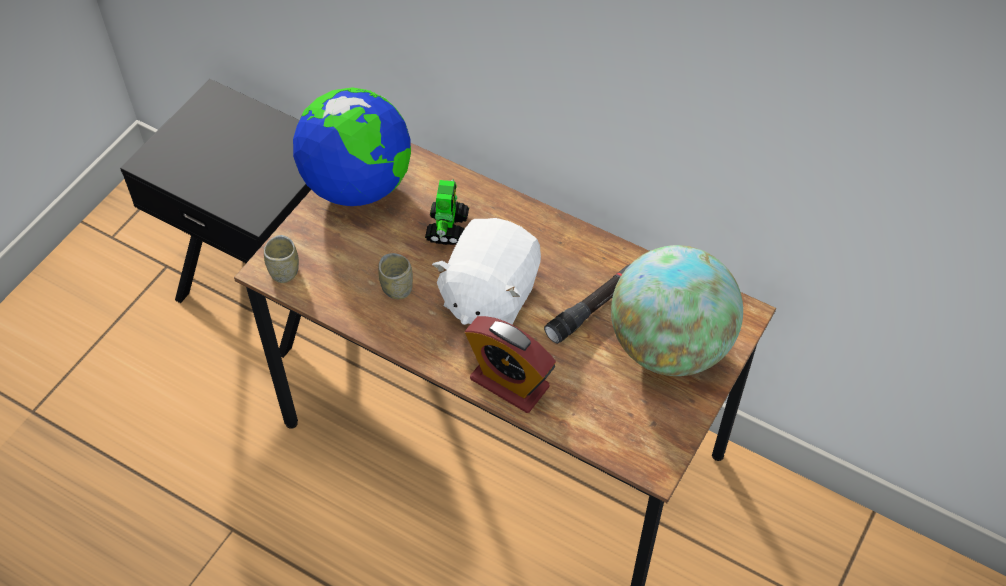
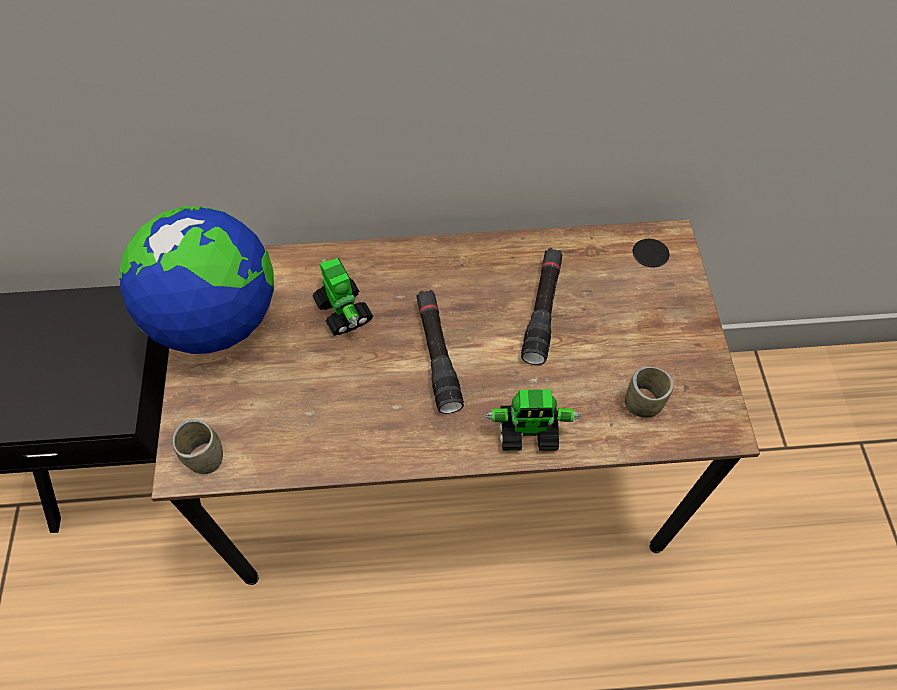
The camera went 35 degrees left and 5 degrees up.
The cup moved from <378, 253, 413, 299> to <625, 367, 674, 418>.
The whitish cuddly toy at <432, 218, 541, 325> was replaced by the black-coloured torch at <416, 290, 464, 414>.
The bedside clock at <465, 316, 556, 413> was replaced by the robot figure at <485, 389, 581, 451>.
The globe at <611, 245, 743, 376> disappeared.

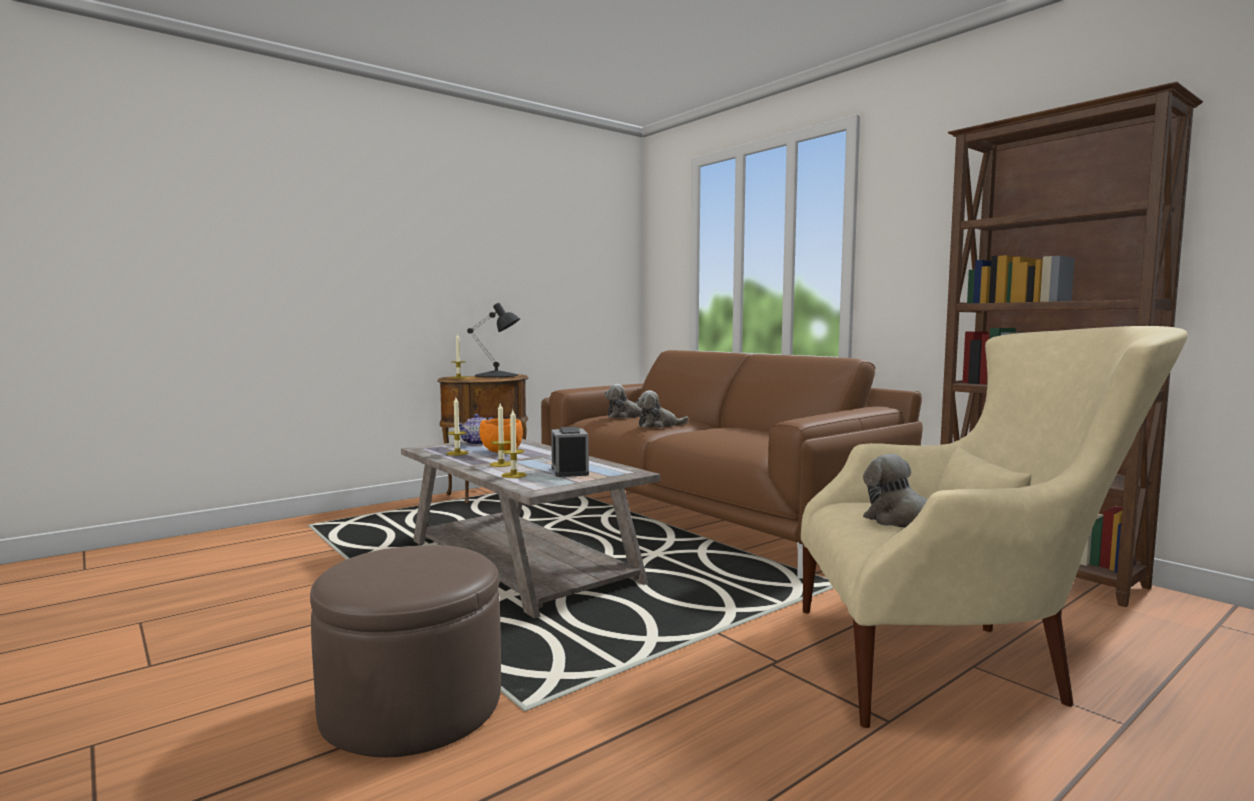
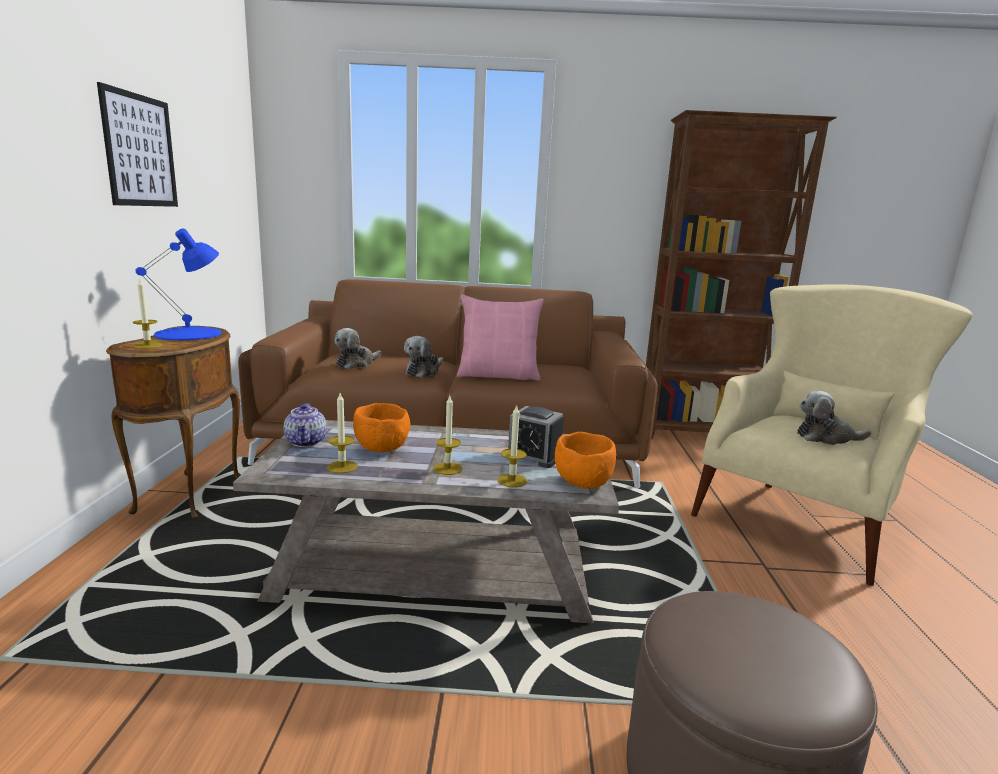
The camera went 50 degrees left and 10 degrees up.
The black-coloured table lamp at <467, 303, 520, 378> became the bluish table lamp at <135, 228, 222, 341>.
The wall picture at <97, 82, 178, 207> appeared.
The pink-coloured cushion at <457, 295, 544, 381> appeared.
The orange-coloured bowl at <555, 432, 616, 489> appeared.

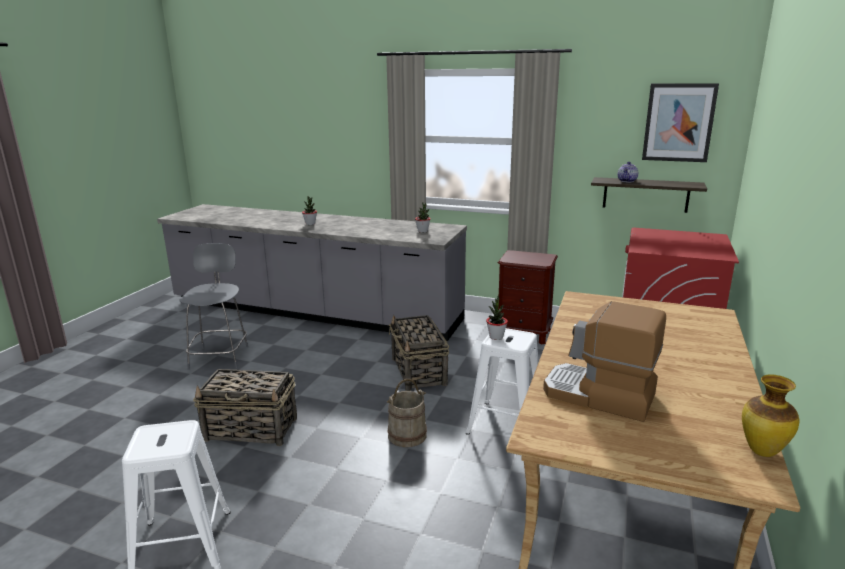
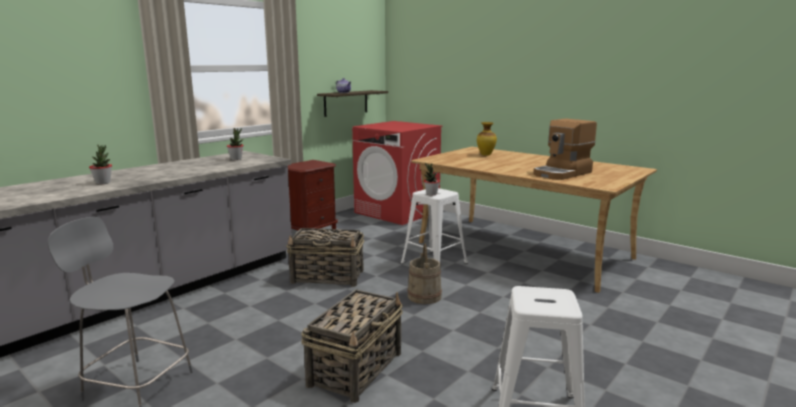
The camera went 70 degrees left and 5 degrees down.
The wall picture at <642, 83, 719, 162> disappeared.
The decorative vase moved from <742, 374, 800, 457> to <477, 122, 497, 156>.

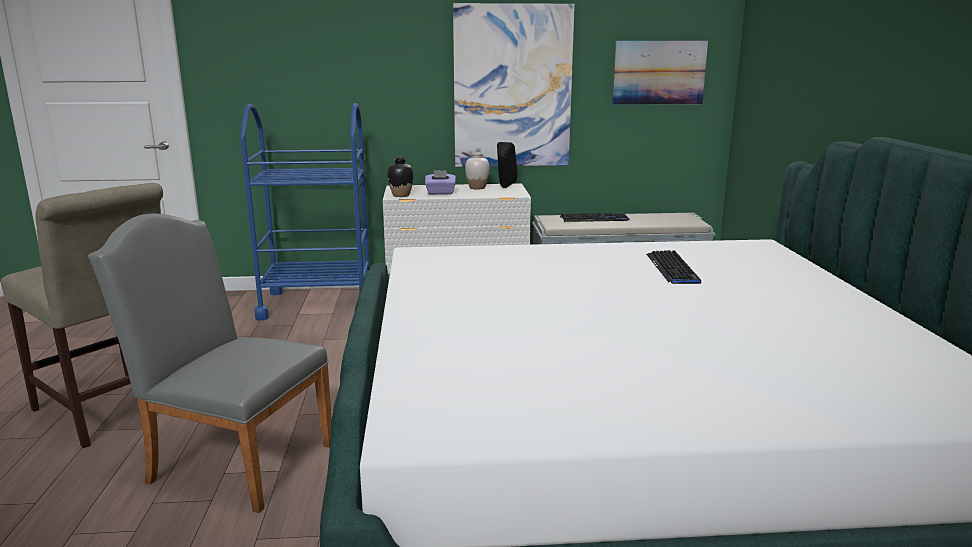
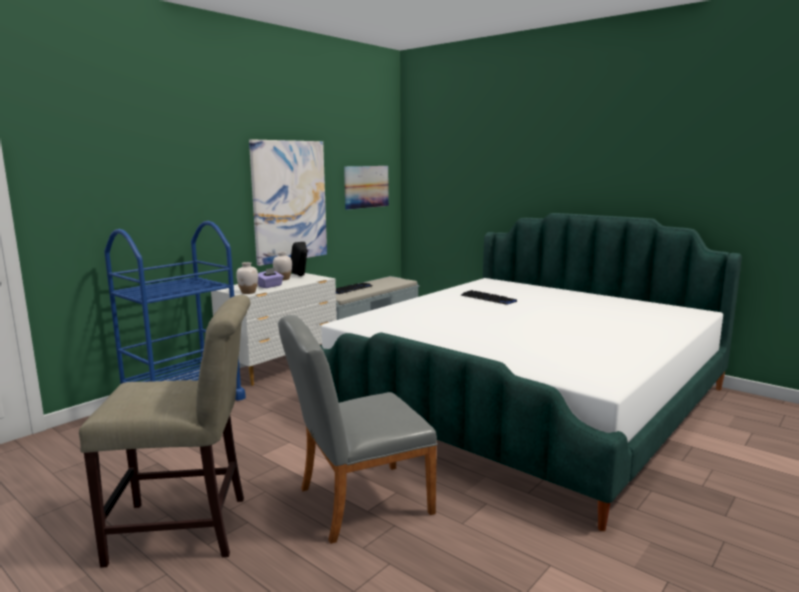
The camera went 45 degrees left and 5 degrees down.
The black-coloured decorative vase at <388, 158, 413, 197> became the whitish decorative vase at <236, 262, 258, 294>.

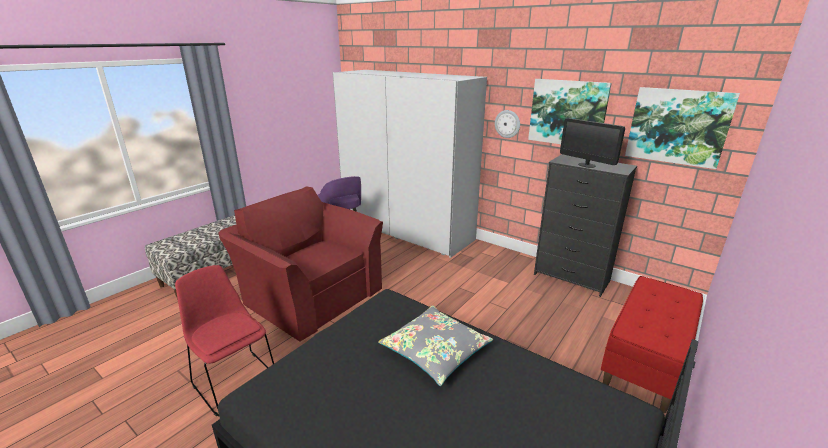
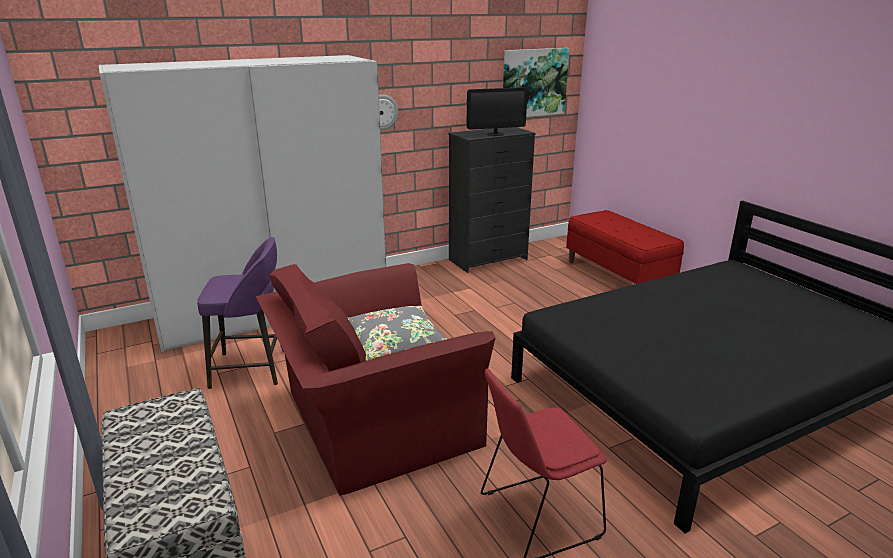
The camera went 65 degrees left and 0 degrees up.
The grey cushion moved from <378, 305, 493, 386> to <347, 306, 446, 361>.
The wall picture at <528, 79, 612, 144> disappeared.

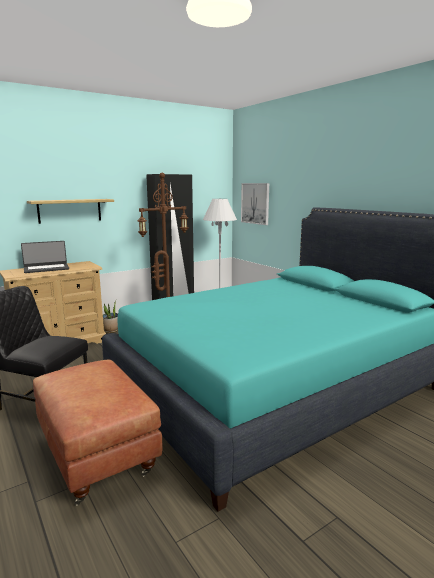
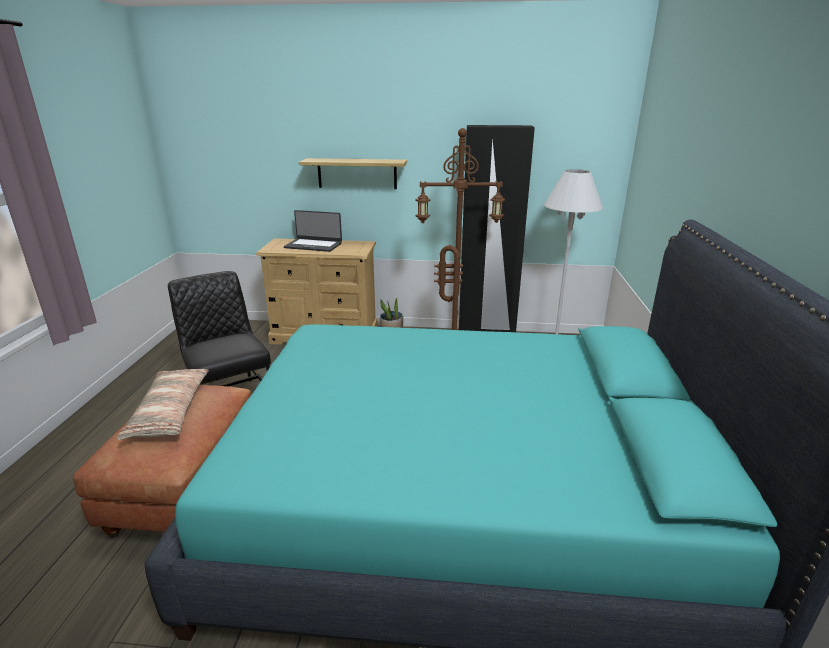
The camera went 40 degrees right and 10 degrees up.
The wall picture at <241, 183, 269, 225> disappeared.
The cushion at <117, 369, 209, 440> appeared.

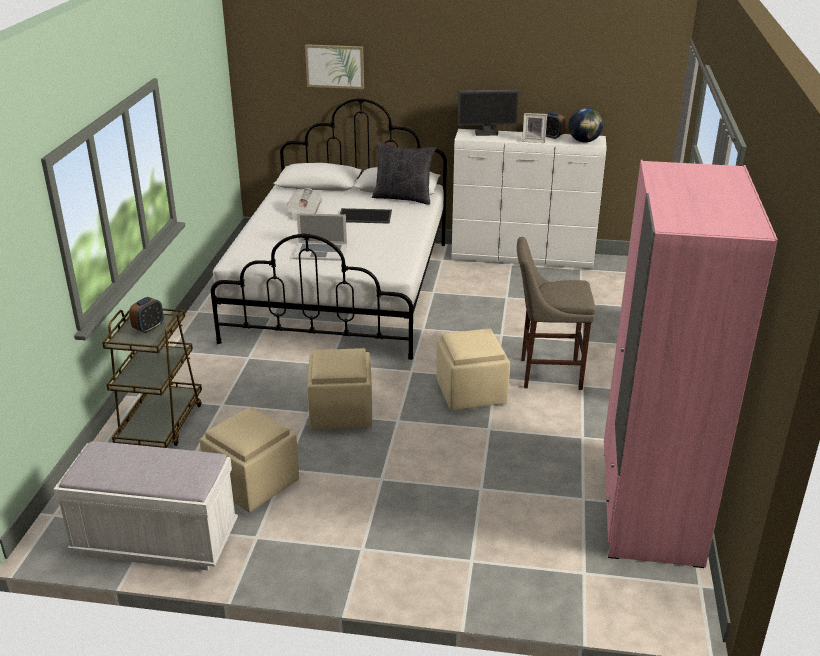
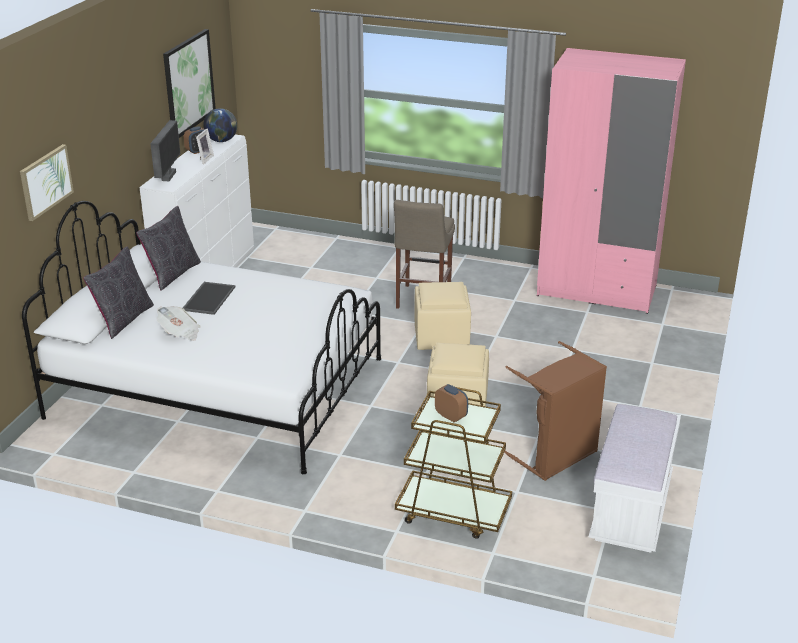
The camera went 80 degrees left and 0 degrees up.
The beige footrest at <200, 406, 299, 512> was replaced by the brown washing basket at <504, 341, 607, 481>.
The laptop at <293, 213, 347, 261> disappeared.
The black-coloured cushion at <83, 246, 154, 339> appeared.
The wall picture at <163, 29, 216, 138> appeared.

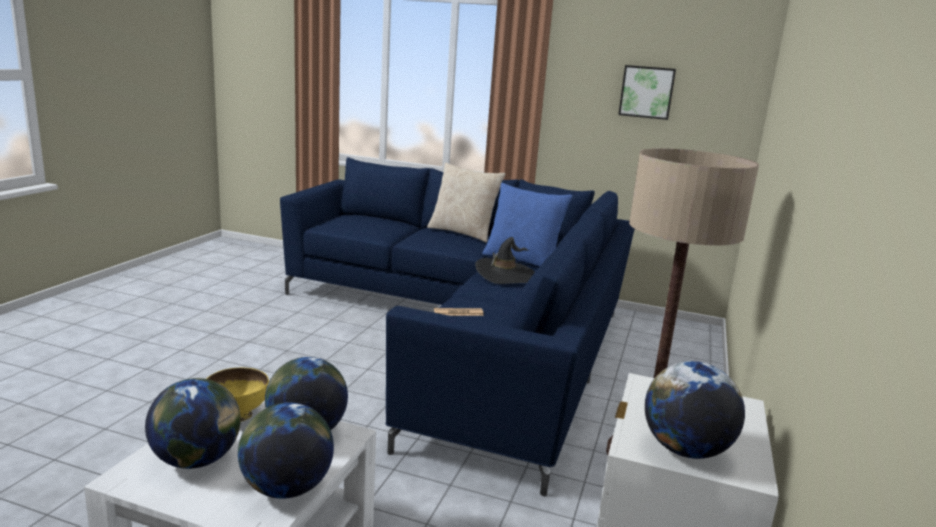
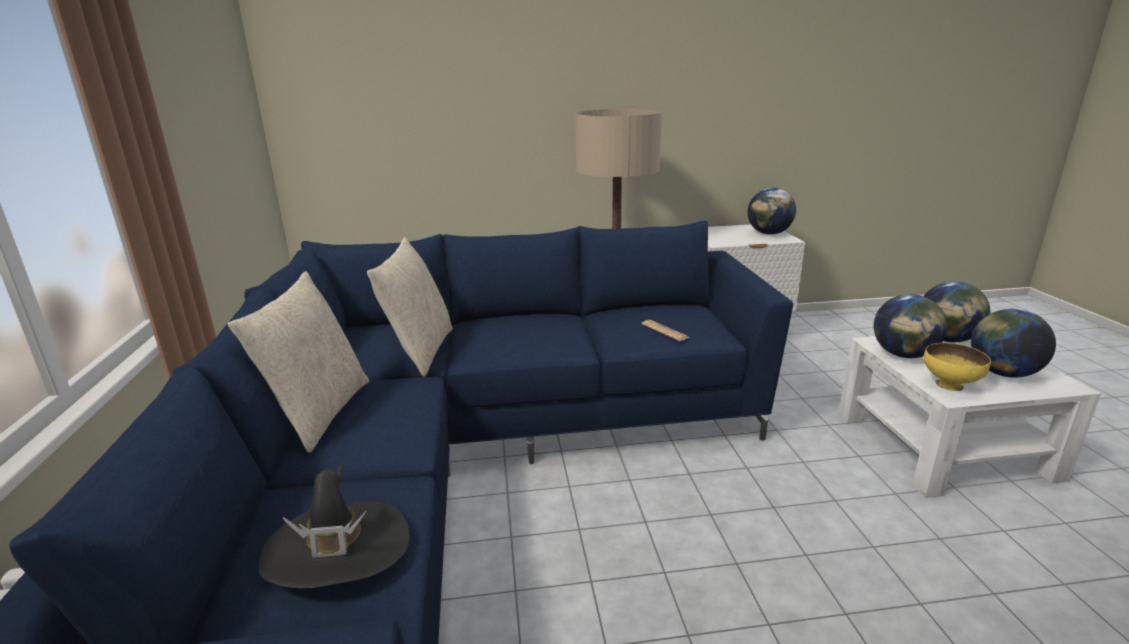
The camera went 115 degrees left and 5 degrees up.
The black-coloured hat moved from <475, 237, 535, 284> to <259, 464, 410, 588>.
The bluish cushion at <482, 183, 572, 267> became the beige cushion at <367, 237, 453, 376>.
The wall picture at <618, 65, 676, 120> disappeared.

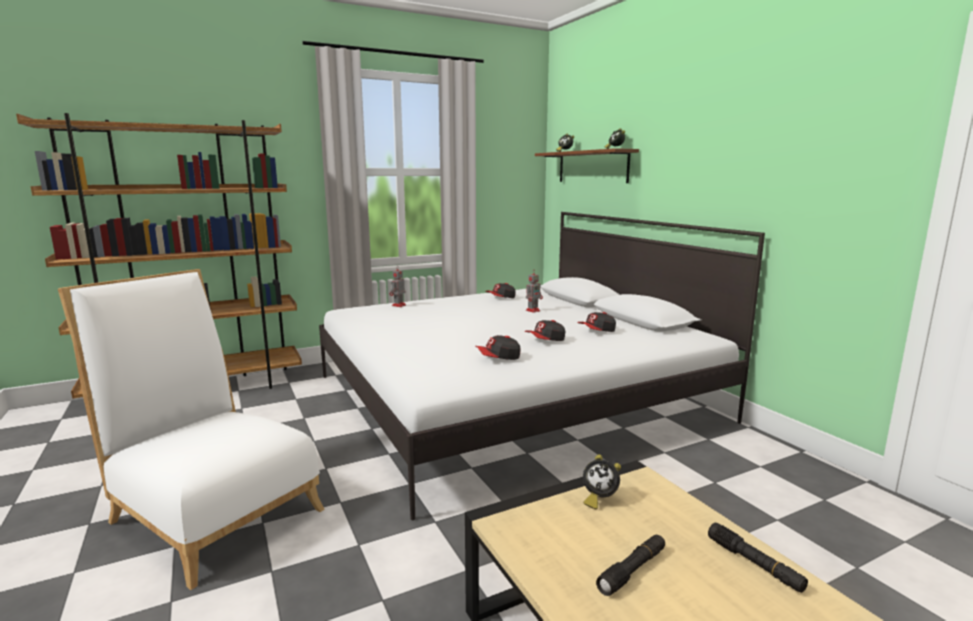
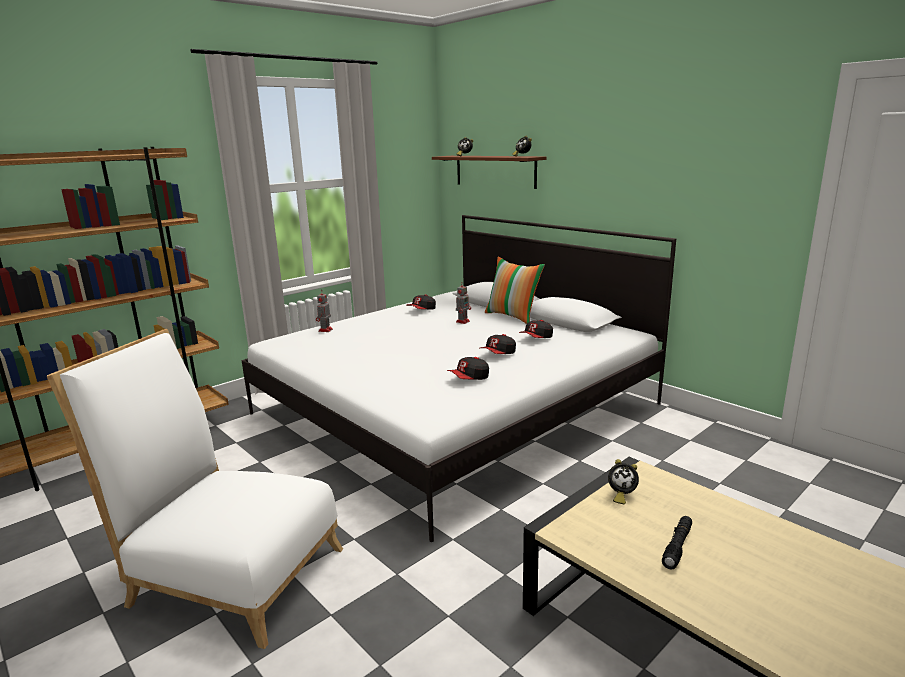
The camera went 15 degrees left and 5 degrees up.
The black-coloured torch at <708, 523, 808, 593> disappeared.
The cushion at <485, 256, 545, 324> appeared.

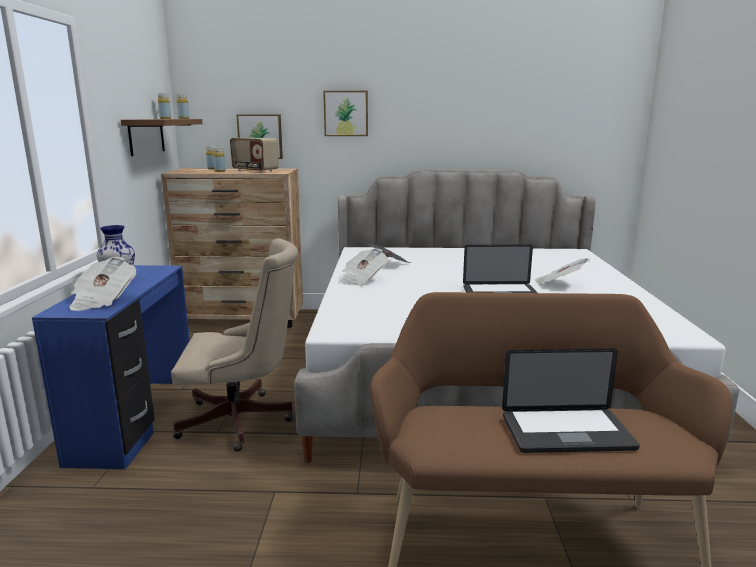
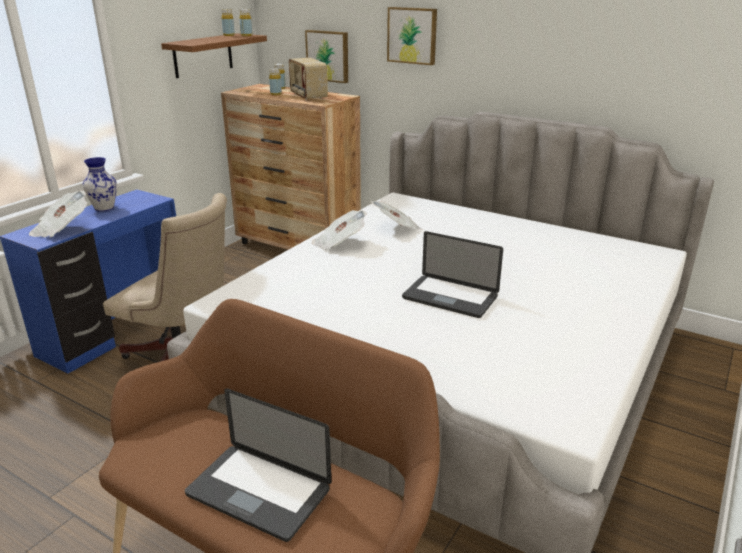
The camera went 30 degrees right and 10 degrees up.
The newspaper at <535, 258, 590, 285> disappeared.

